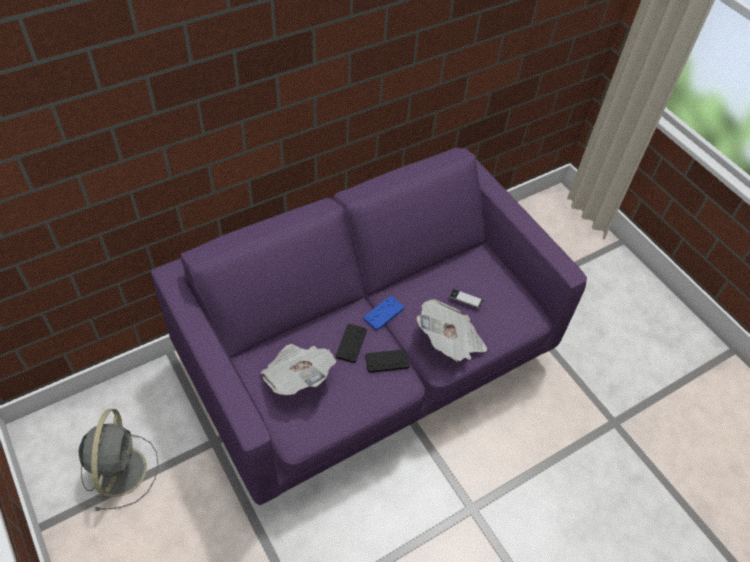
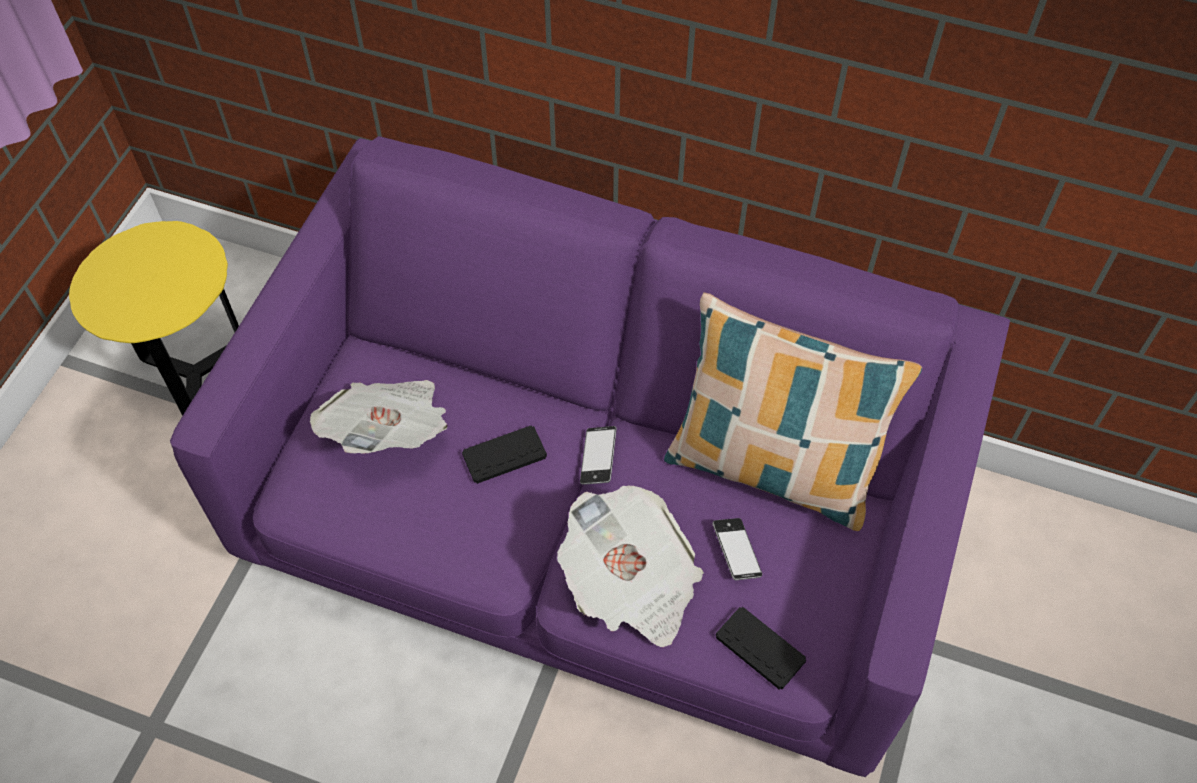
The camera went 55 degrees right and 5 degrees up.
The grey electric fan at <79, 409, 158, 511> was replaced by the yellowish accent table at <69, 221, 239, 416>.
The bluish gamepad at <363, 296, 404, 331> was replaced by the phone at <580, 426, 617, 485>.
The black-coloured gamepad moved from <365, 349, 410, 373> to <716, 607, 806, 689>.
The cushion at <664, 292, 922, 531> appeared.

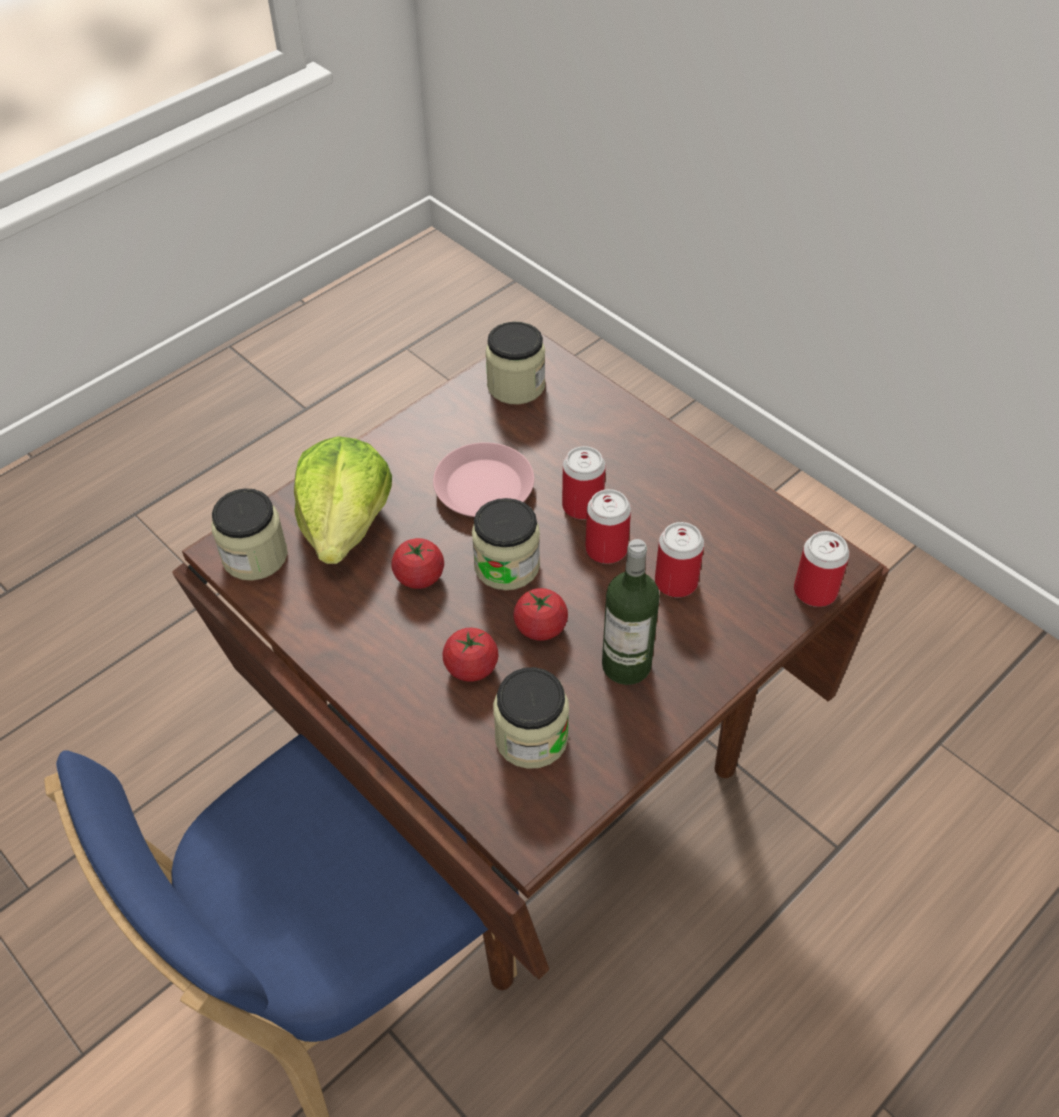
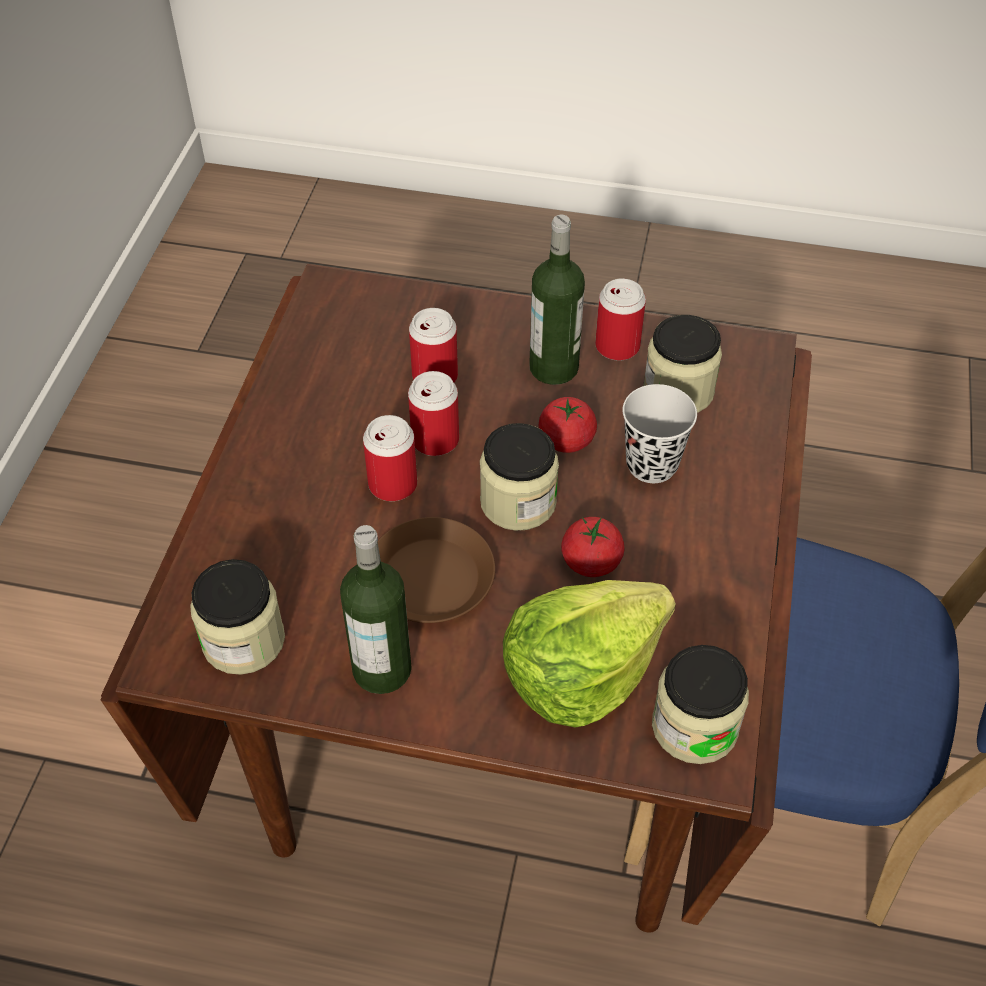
The camera went 125 degrees left and 0 degrees up.
The pink-coloured dinner plate at <433, 442, 534, 517> became the brown dinner plate at <378, 517, 495, 623>.
The tomato at <443, 628, 499, 682> was replaced by the black-coloured cup at <622, 384, 697, 483>.
The sealed can moved from <794, 531, 850, 607> to <595, 279, 646, 361>.
The beverage bottle at <340, 525, 412, 694> appeared.

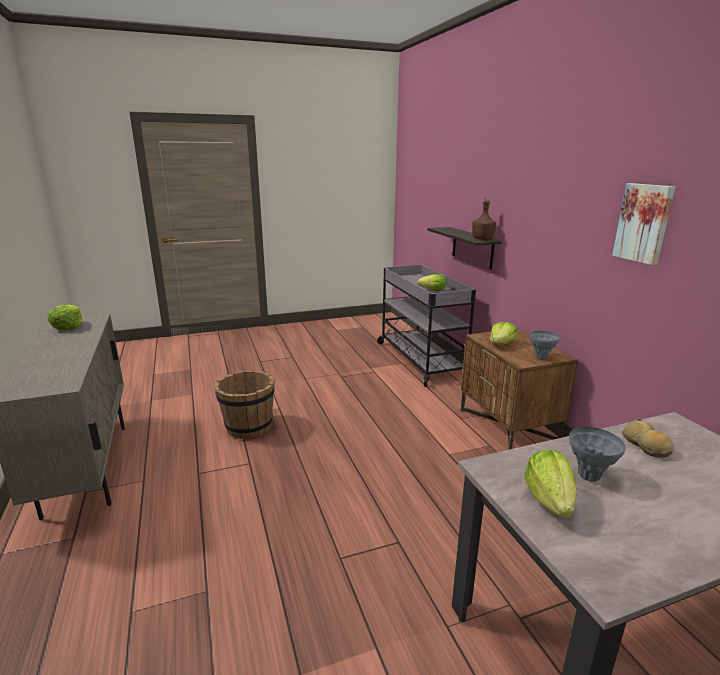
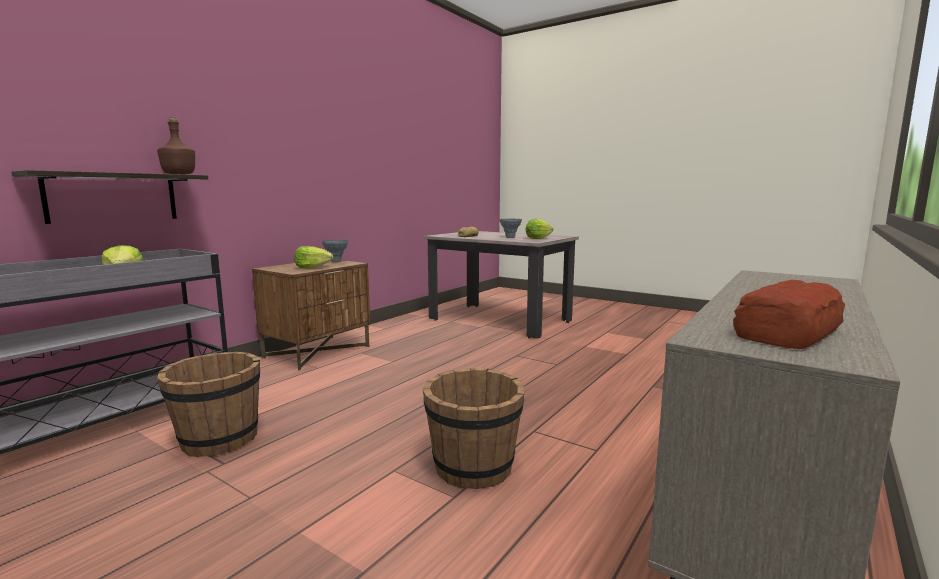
The camera went 125 degrees left and 10 degrees down.
The lettuce head at <48, 305, 83, 330> was replaced by the bread at <733, 280, 845, 349>.
The wall picture at <612, 183, 675, 265> disappeared.
The brown water bucket at <157, 352, 260, 457> appeared.

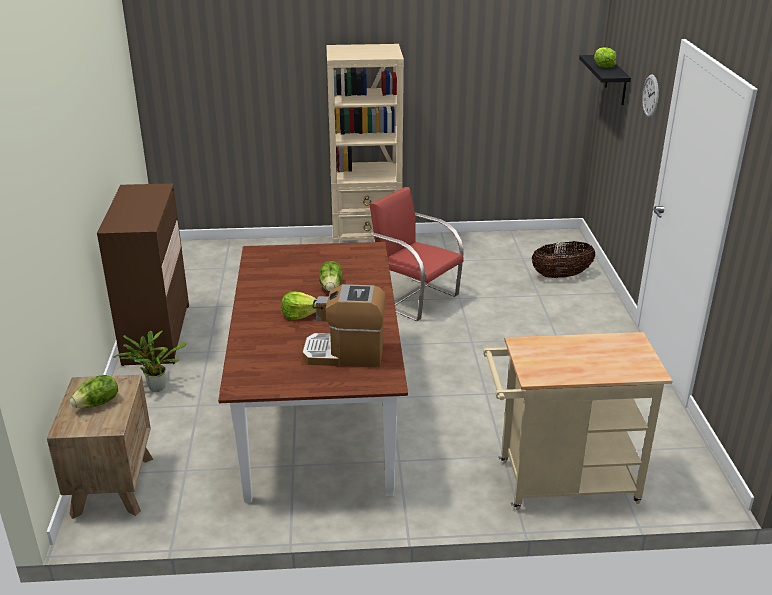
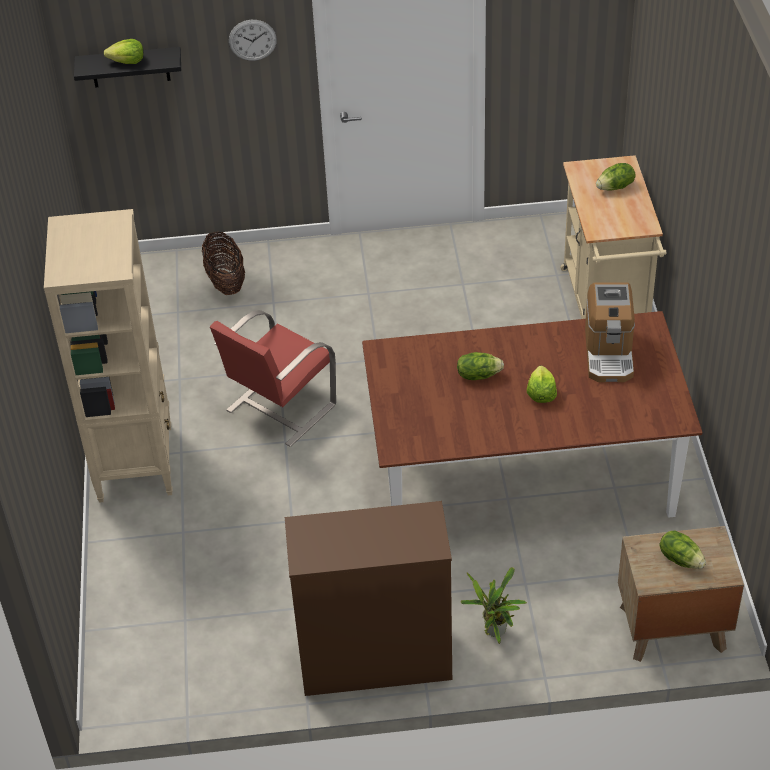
The camera went 90 degrees left and 15 degrees up.
The lettuce head at <596, 163, 635, 191> appeared.

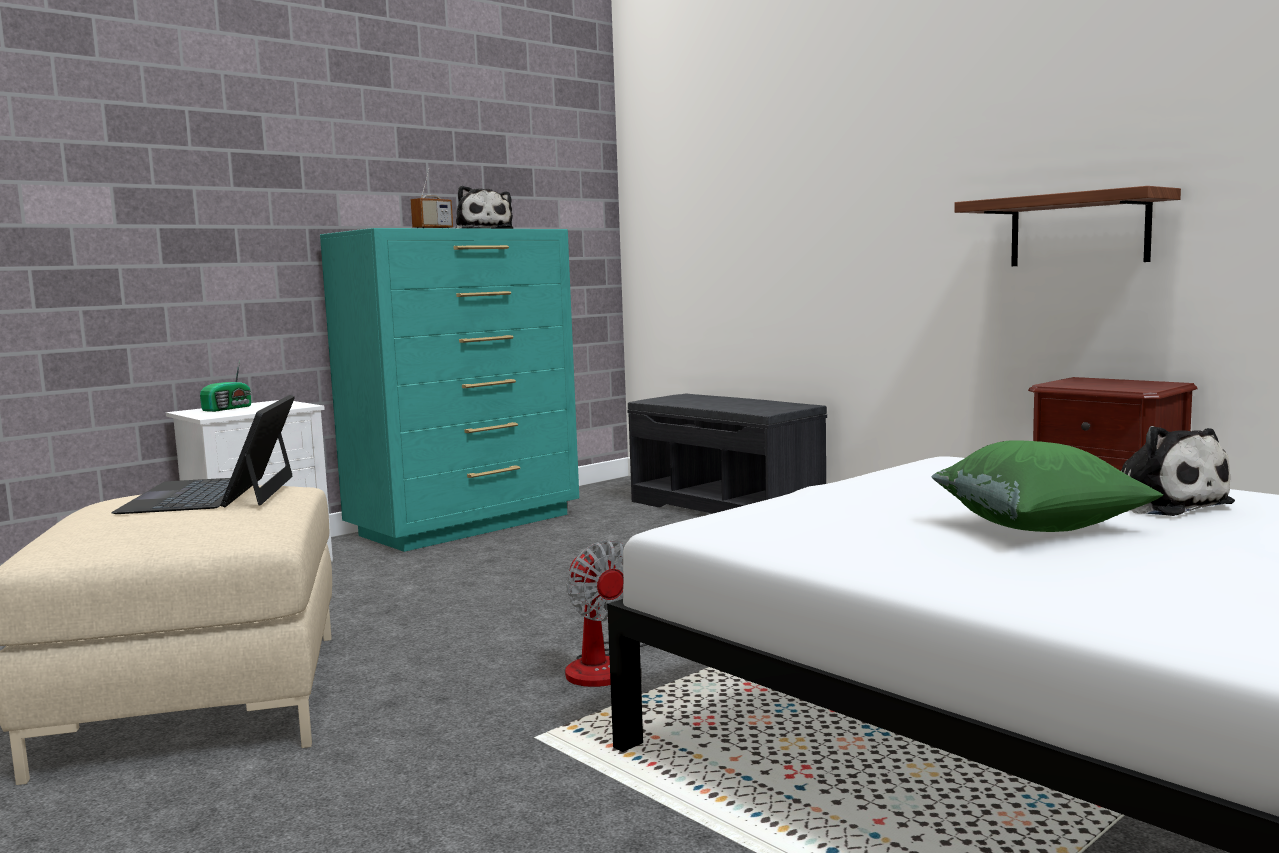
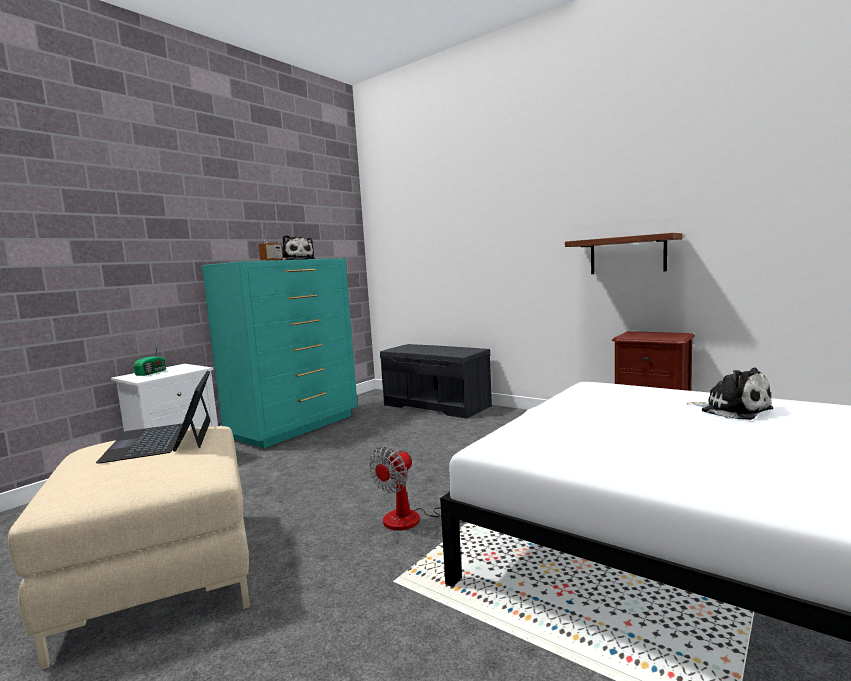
The camera went 10 degrees left and 0 degrees up.
The electric fan at <565, 540, 647, 687> turned 75 degrees clockwise.
The green-coloured cushion at <932, 440, 1163, 532> disappeared.

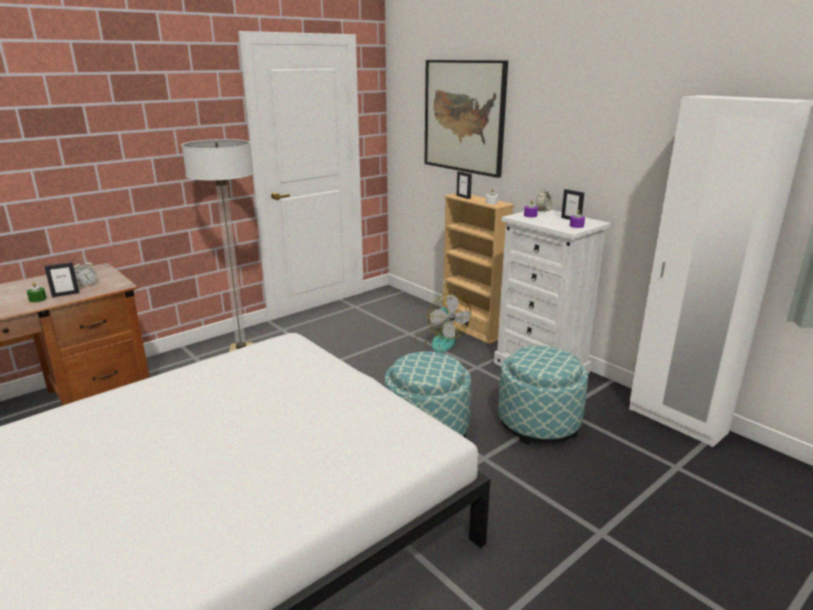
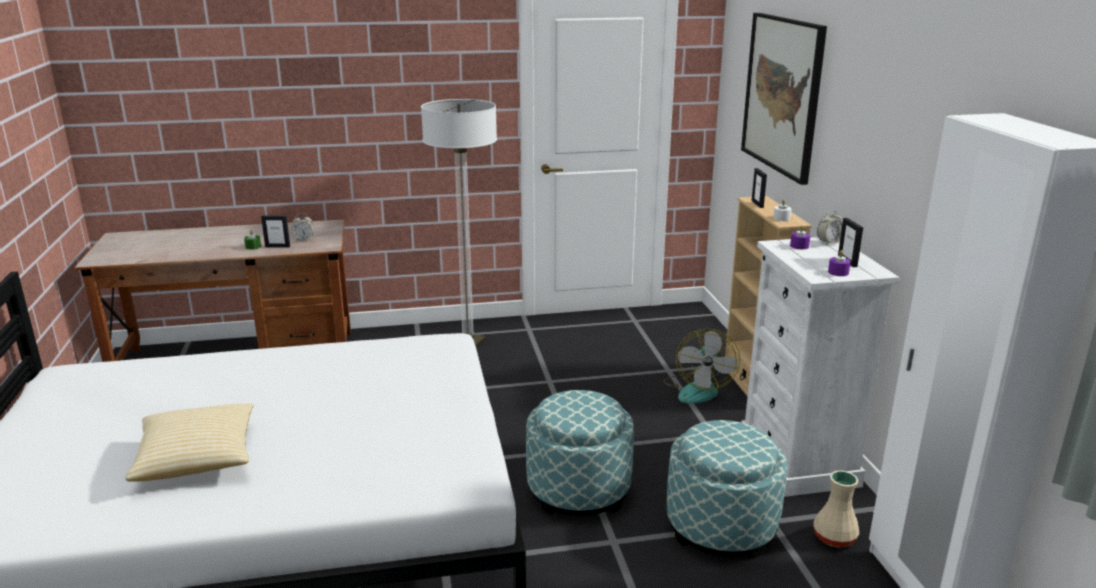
The camera went 30 degrees right and 0 degrees up.
The cushion at <125, 404, 253, 482> appeared.
The beige decorative vase at <813, 470, 860, 547> appeared.

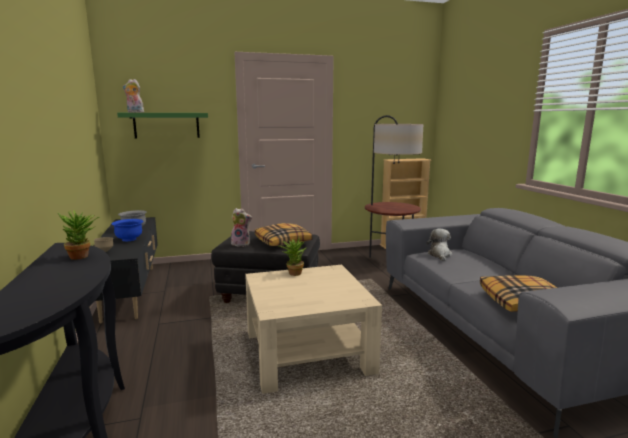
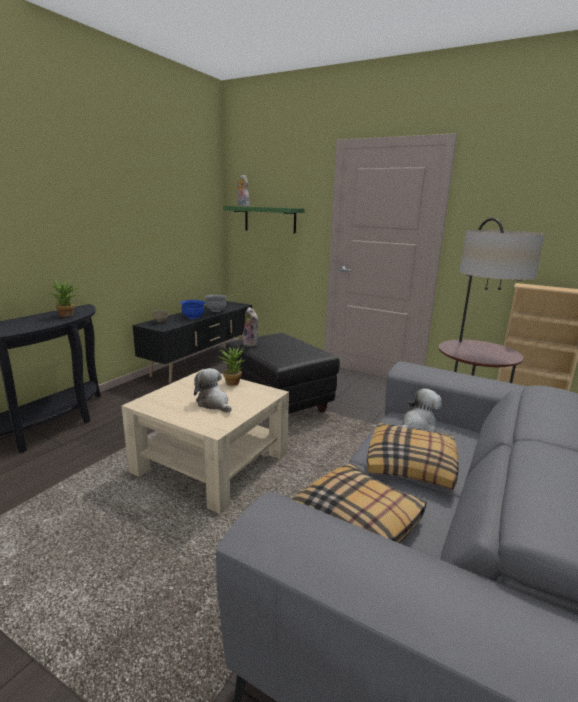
The camera went 45 degrees right and 5 degrees up.
The cushion moved from <255, 223, 313, 246> to <367, 423, 459, 489>.
The cuddly toy at <194, 368, 231, 413> appeared.

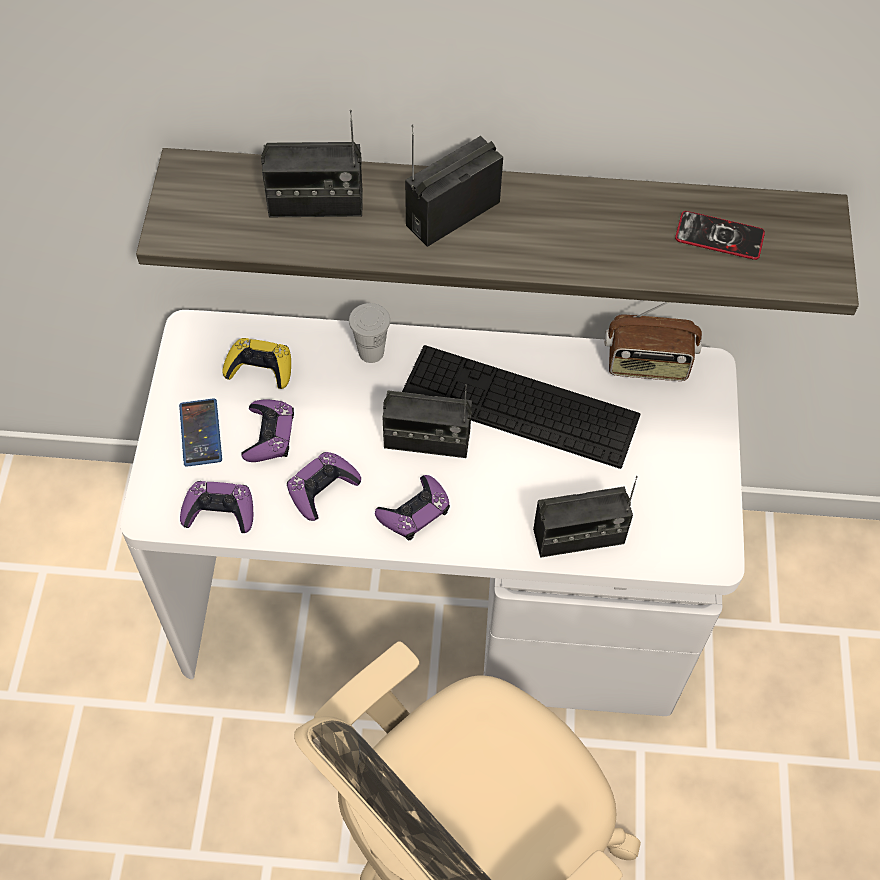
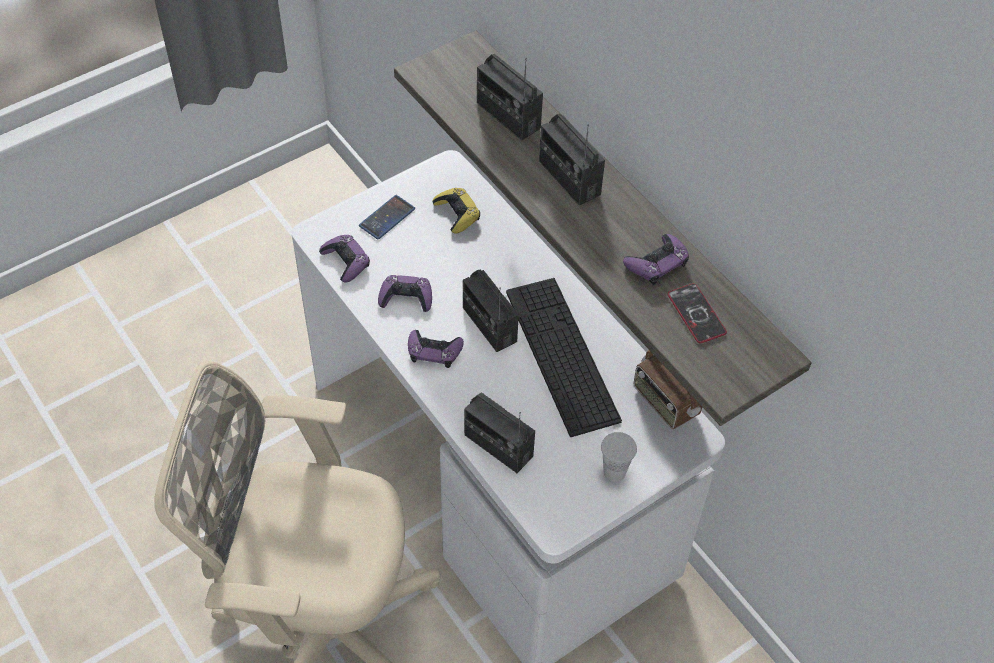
The camera went 50 degrees right and 5 degrees down.
The purple gamepad moved from <241, 399, 294, 462> to <623, 234, 689, 285>.
The whitish cup moved from <349, 303, 390, 363> to <601, 432, 637, 482>.
The radio at <405, 124, 503, 247> turned 135 degrees counterclockwise.

